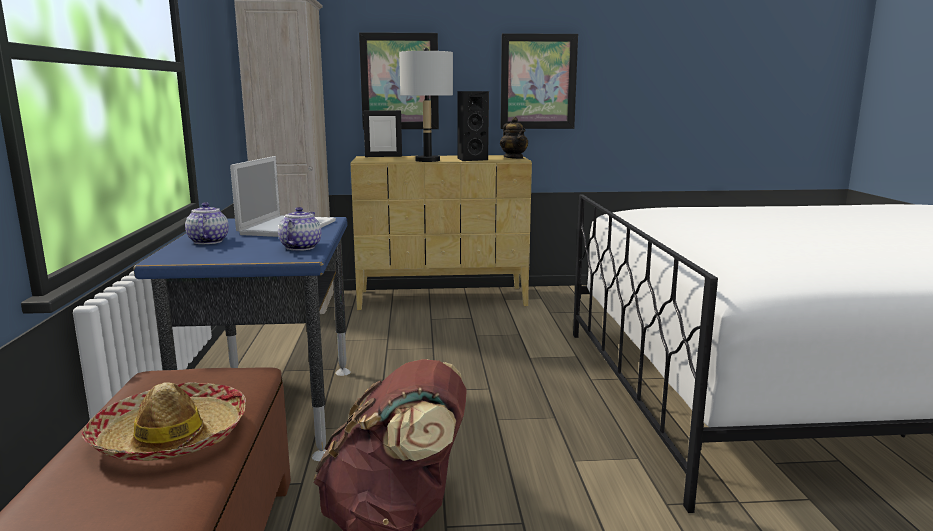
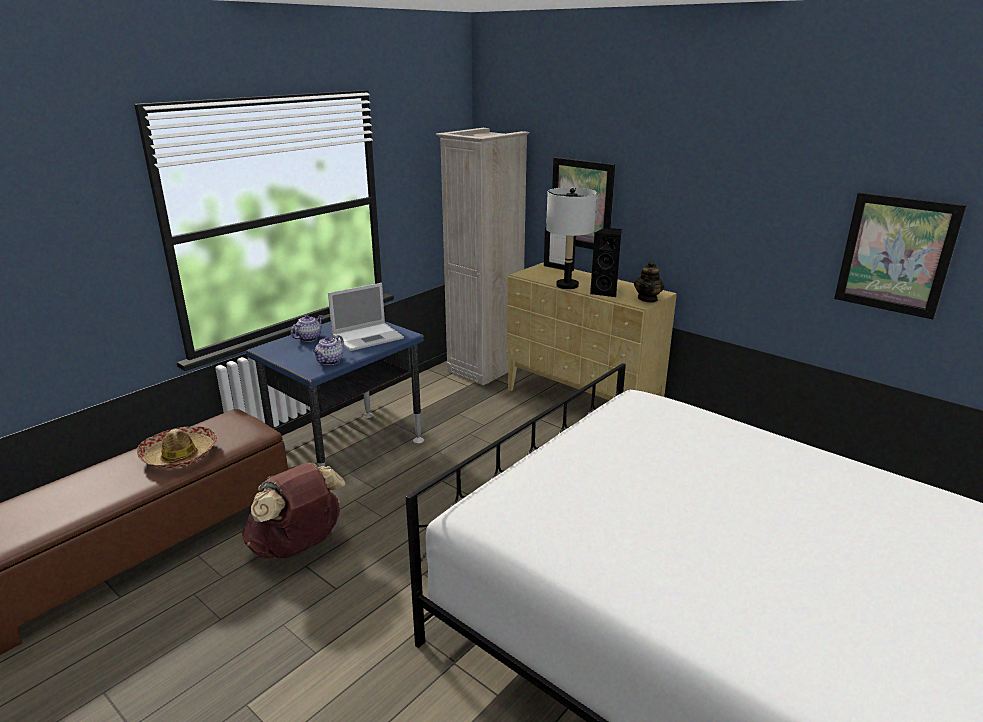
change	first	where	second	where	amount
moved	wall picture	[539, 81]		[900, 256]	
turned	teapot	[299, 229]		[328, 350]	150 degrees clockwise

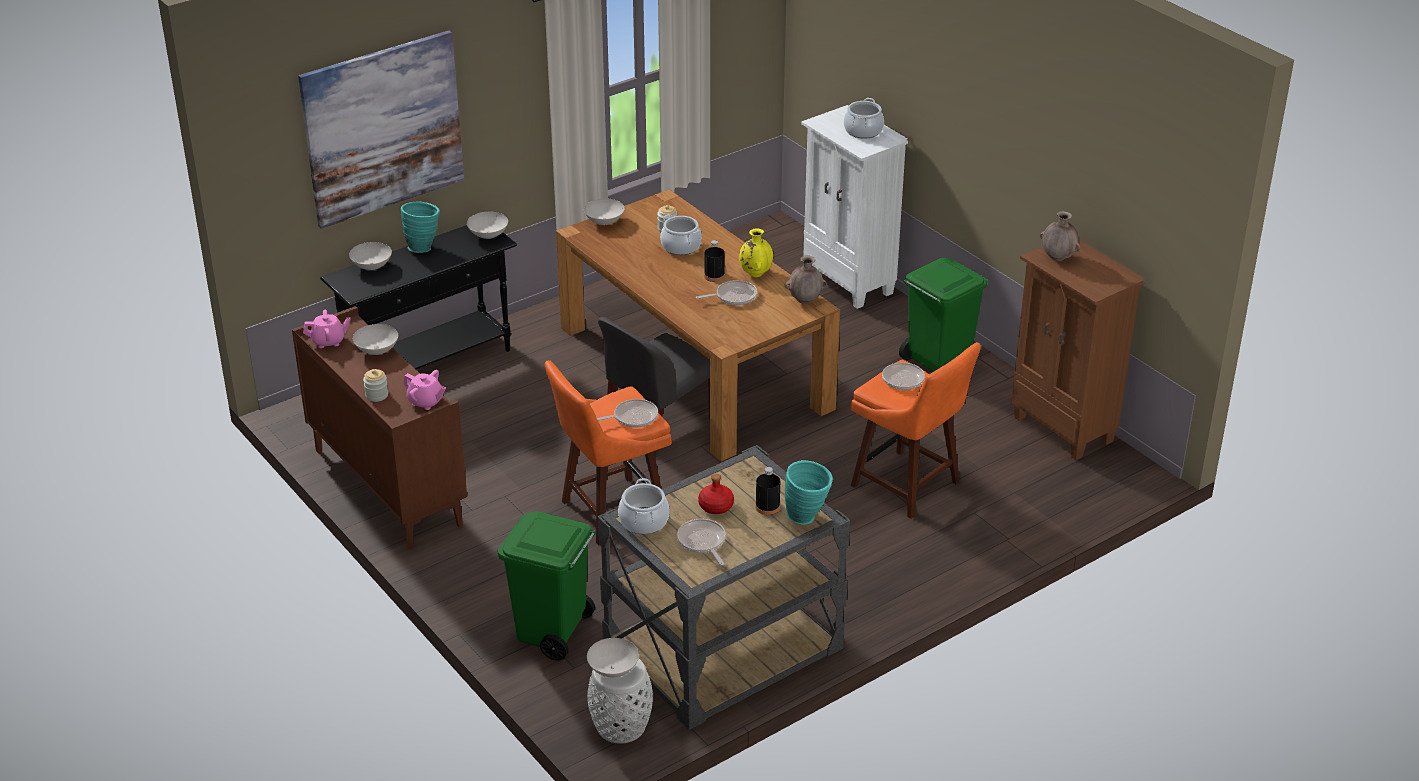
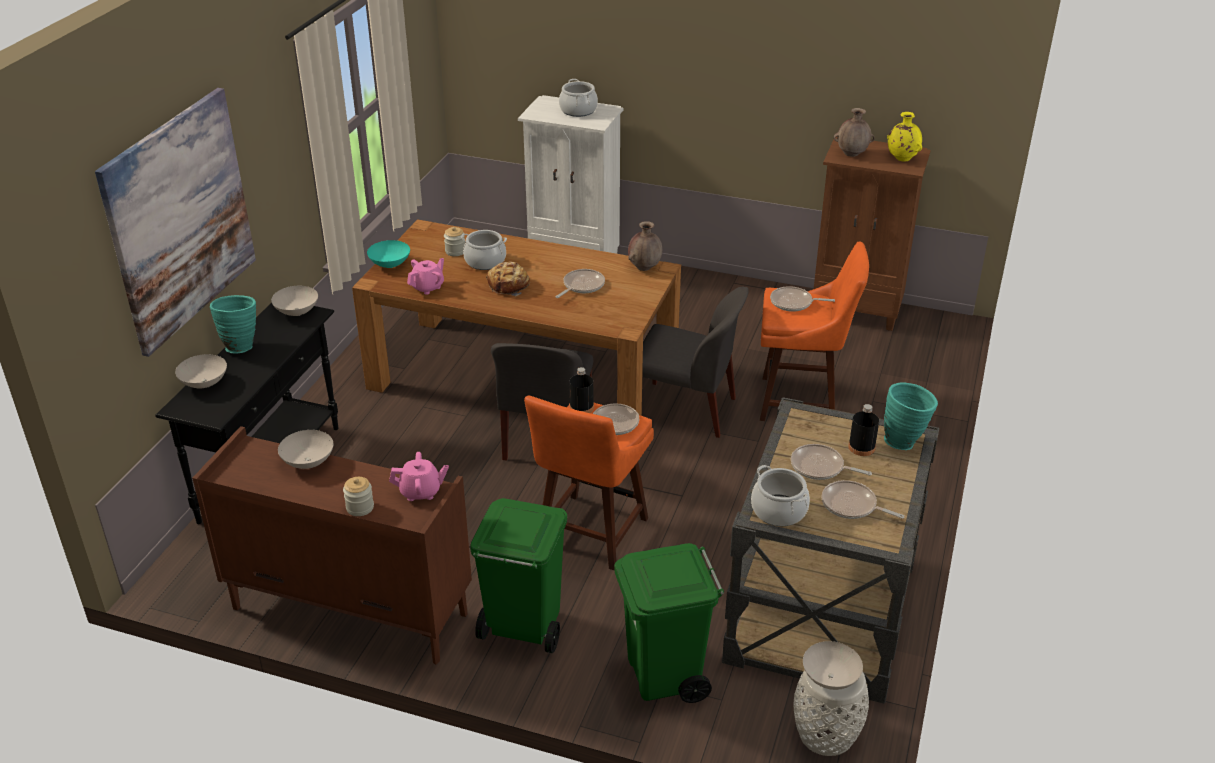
change	first	where	second	where	amount
added			bread	[508, 278]	
added			greyish chair	[695, 362]	
moved	pink teapot	[327, 329]		[425, 276]	
moved	black drink bottle	[714, 261]		[582, 390]	
moved	yellow vase	[756, 252]		[904, 137]	
moved	green trash can	[943, 315]		[518, 575]	
replaced	red-coloured drink bottle	[716, 494]	skillet	[831, 462]	
recoloured	white deep dish	[604, 211]	turquoise deep dish	[388, 254]	

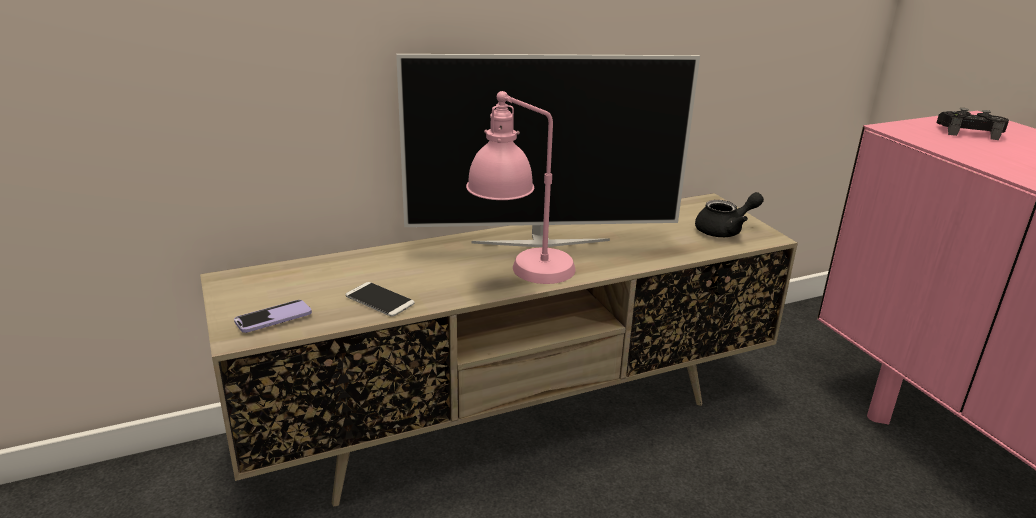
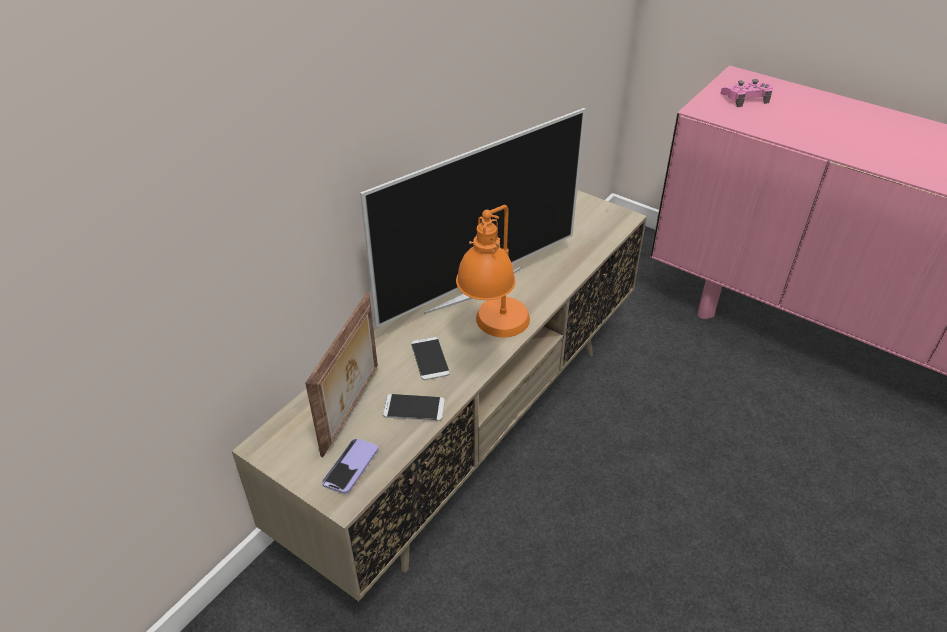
change	first	where	second	where	amount
removed	black teapot	[729, 214]			
added			photo frame	[341, 374]	
added			phone	[430, 358]	
recoloured	pink tabletop lamp	[520, 187]	orange-coloured tabletop lamp	[493, 271]	
recoloured	black gamepad	[972, 124]	pink gamepad	[746, 93]	

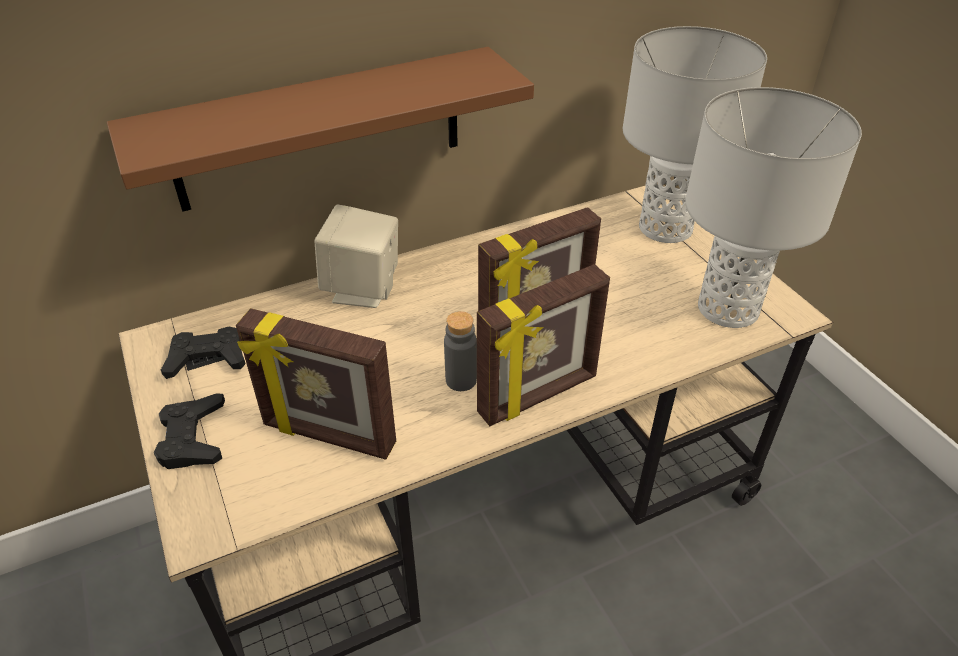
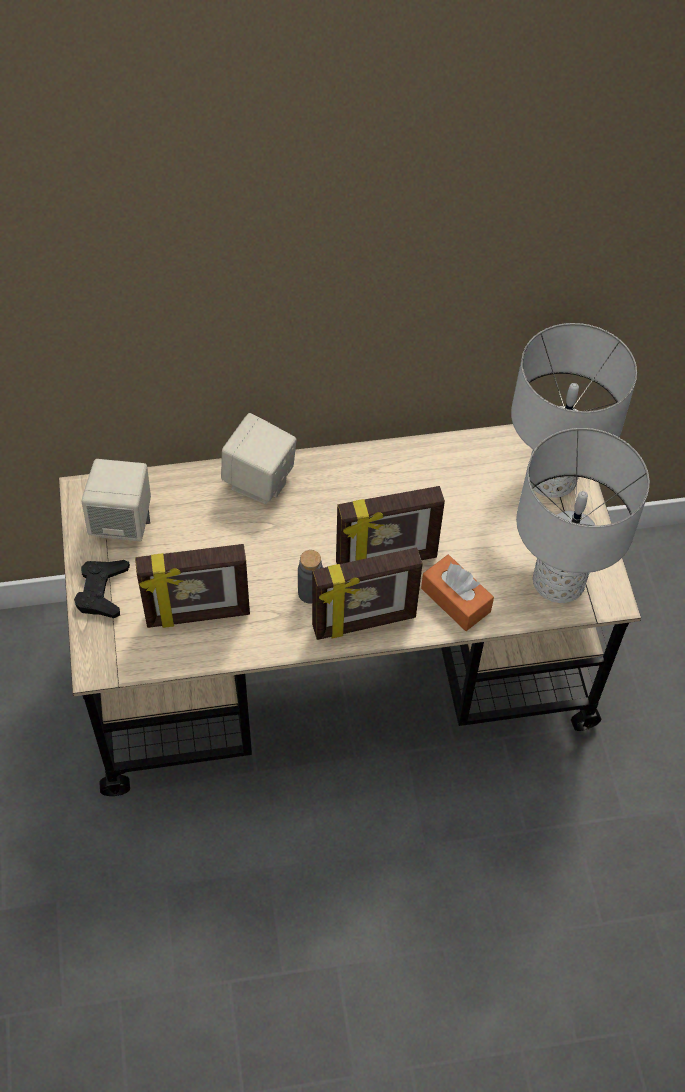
change	first	where	second	where	amount
removed	brown-coloured shelf	[320, 129]			
added			orange-coloured tissue box	[457, 593]	
replaced	black gamepad	[203, 353]	beige audio speaker	[116, 500]	
turned	photo frame	[316, 384]		[192, 586]	45 degrees counterclockwise

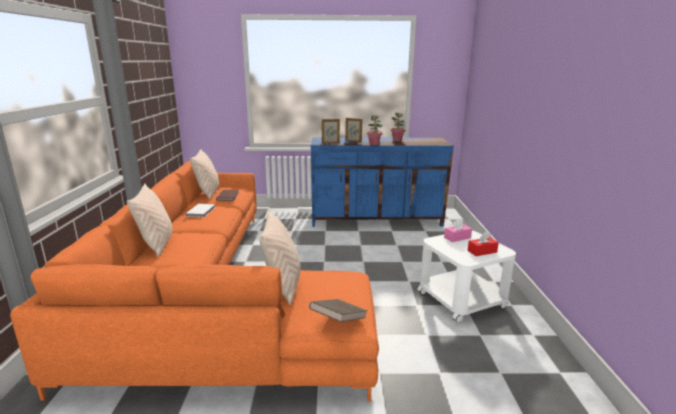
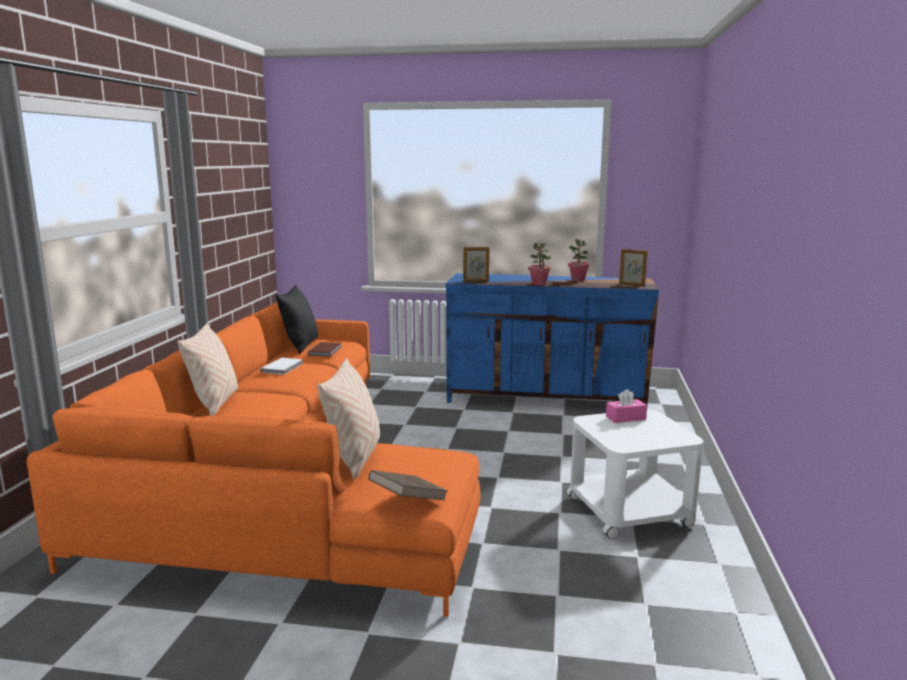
change	first	where	second	where	amount
removed	red-coloured tissue box	[483, 244]			
moved	photo frame	[354, 130]		[633, 268]	
recoloured	beige cushion	[204, 174]	black cushion	[297, 319]	

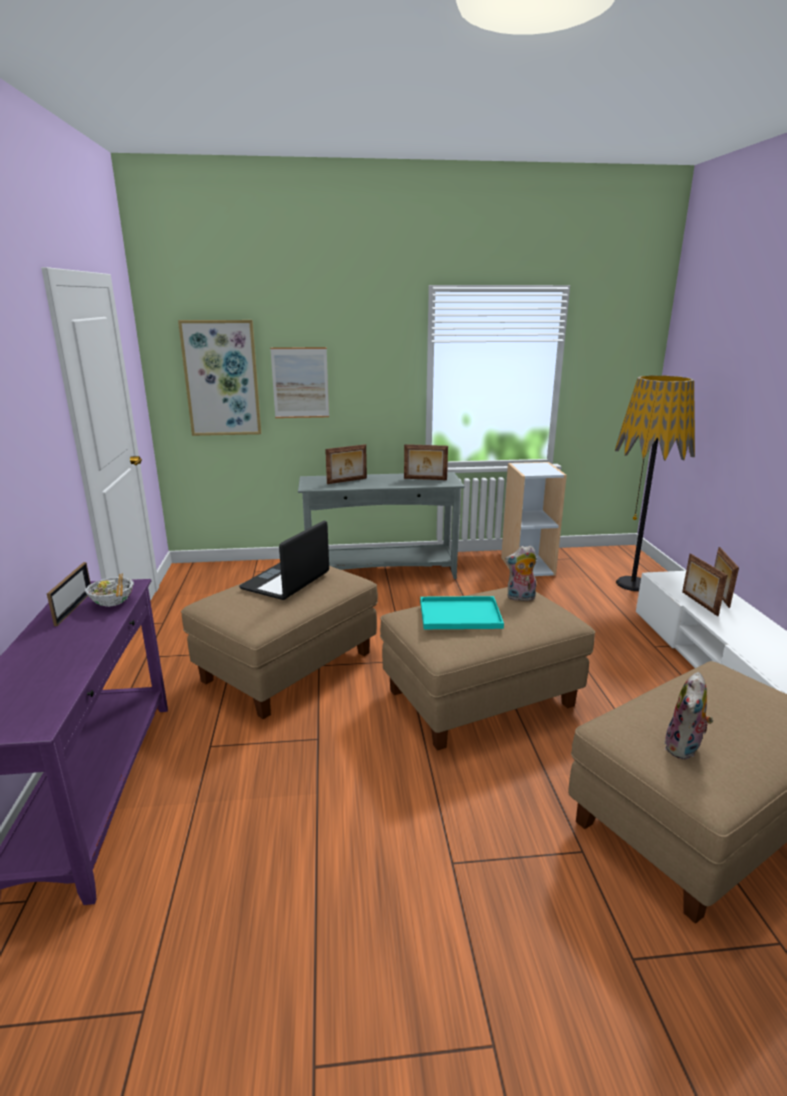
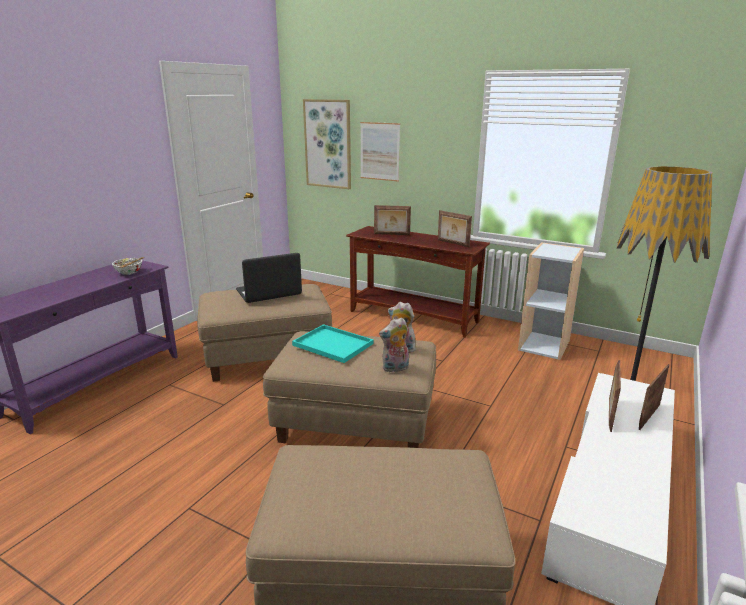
change	first	where	second	where	amount
removed	photo frame	[69, 594]			
moved	plush toy	[689, 716]		[394, 344]	
recoloured	greyish narrow table	[381, 525]	brown-coloured narrow table	[418, 282]	

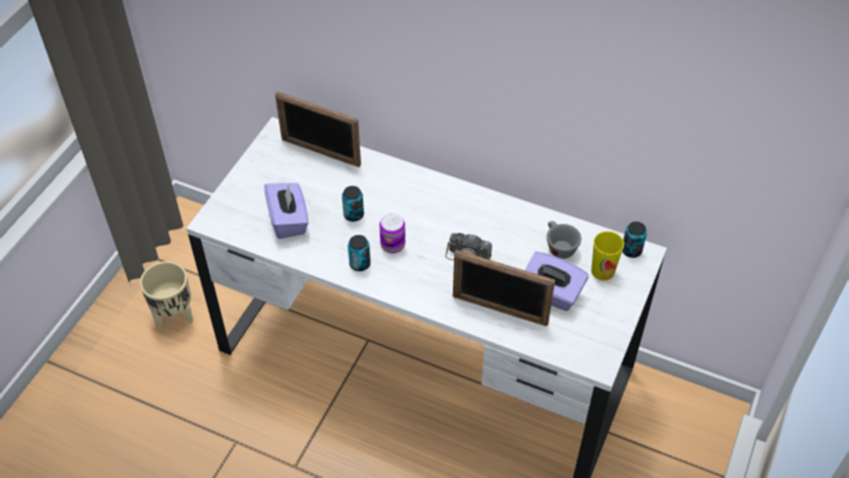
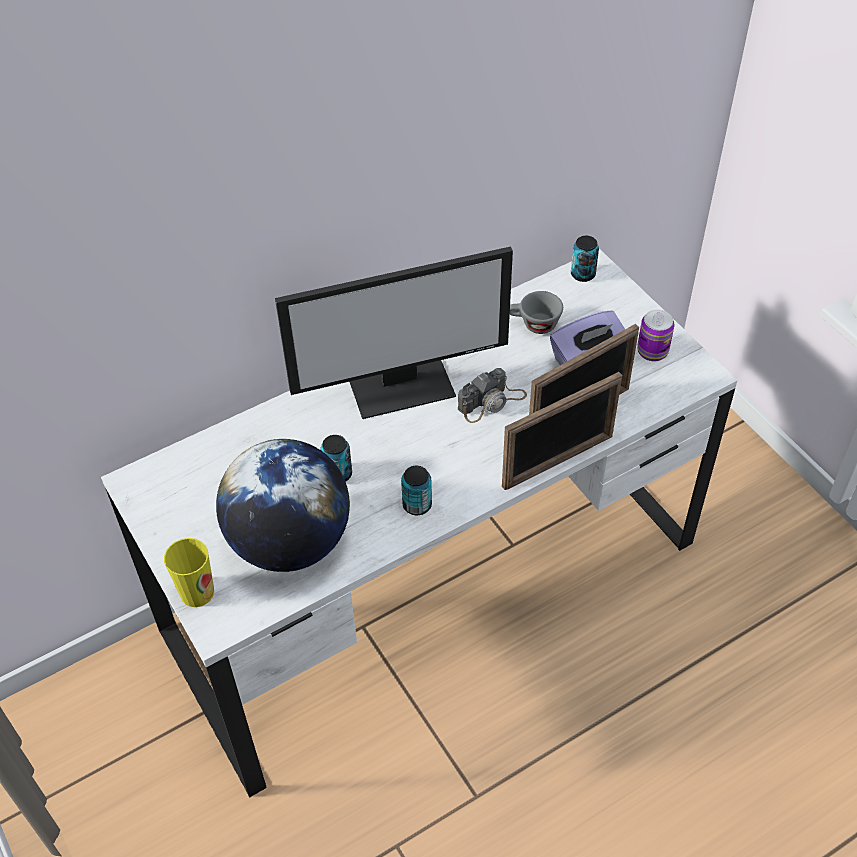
change	first	where	second	where	amount
removed	beige flower pot	[166, 294]			
added			computer screen	[394, 332]	
moved	photo frame	[318, 129]		[562, 431]	
moved	can	[392, 233]		[655, 335]	
moved	cup	[607, 256]		[189, 572]	
replaced	purple-coloured tissue box	[286, 211]	world globe	[283, 505]	

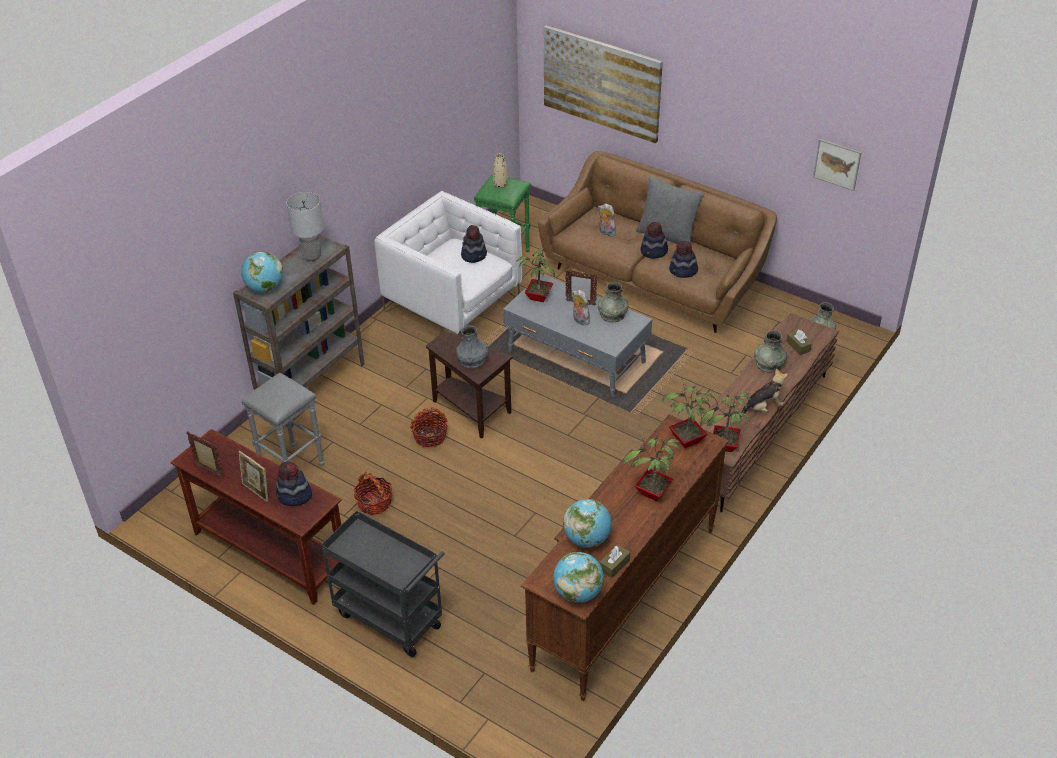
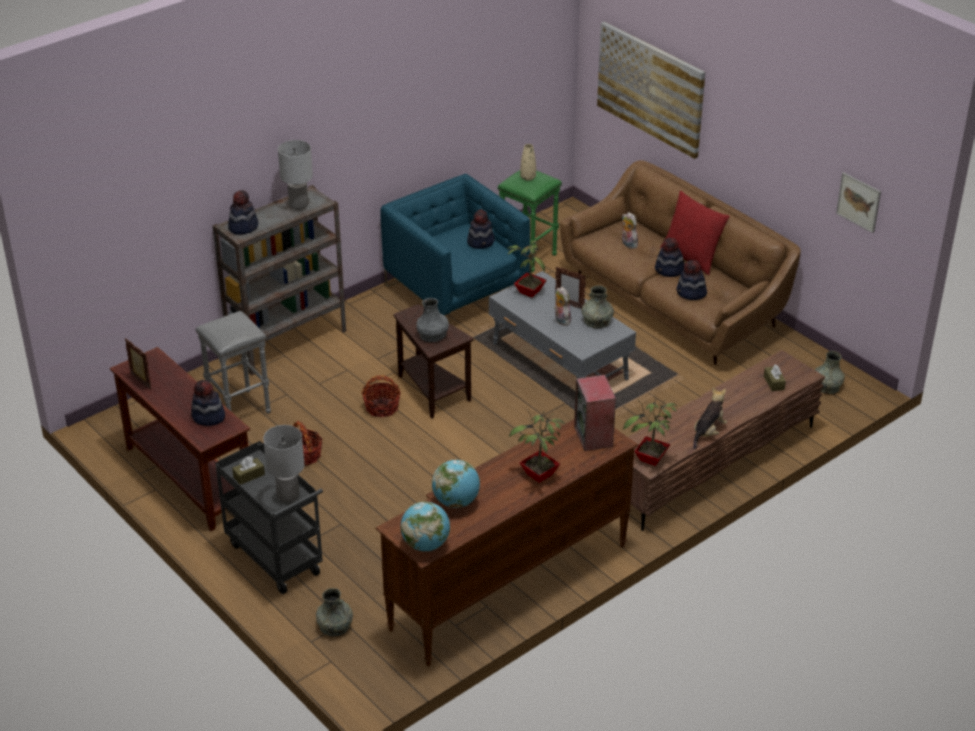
change	first	where	second	where	amount
removed	photo frame	[253, 476]			
added			greyish tabletop lamp	[283, 463]	
moved	brown-coloured tissue box	[614, 561]		[248, 470]	
moved	greyish vase	[770, 351]		[334, 612]	
replaced	world globe	[262, 272]	clothing hat	[243, 212]	
replaced	houseplant	[688, 413]	audio speaker	[595, 413]	
recoloured	white armchair	[448, 263]	blue armchair	[455, 245]	
recoloured	greyish cushion	[670, 210]	red-coloured cushion	[695, 233]	
turned	plush toy	[764, 393]		[710, 418]	45 degrees counterclockwise

